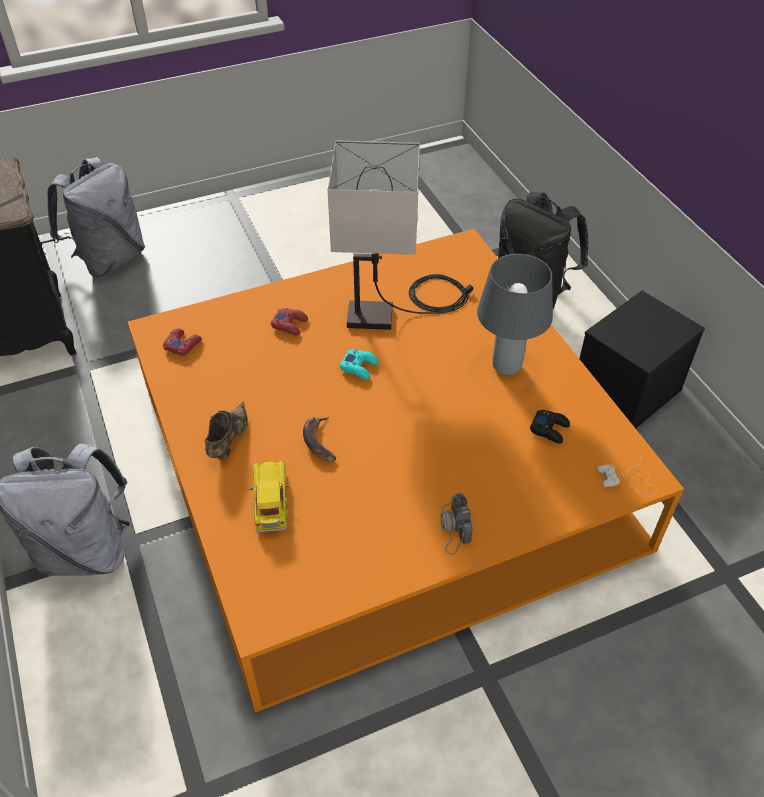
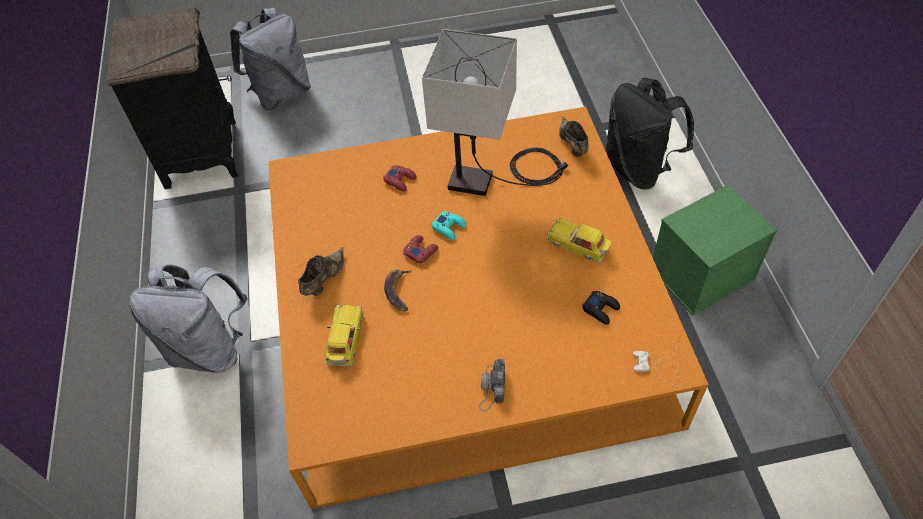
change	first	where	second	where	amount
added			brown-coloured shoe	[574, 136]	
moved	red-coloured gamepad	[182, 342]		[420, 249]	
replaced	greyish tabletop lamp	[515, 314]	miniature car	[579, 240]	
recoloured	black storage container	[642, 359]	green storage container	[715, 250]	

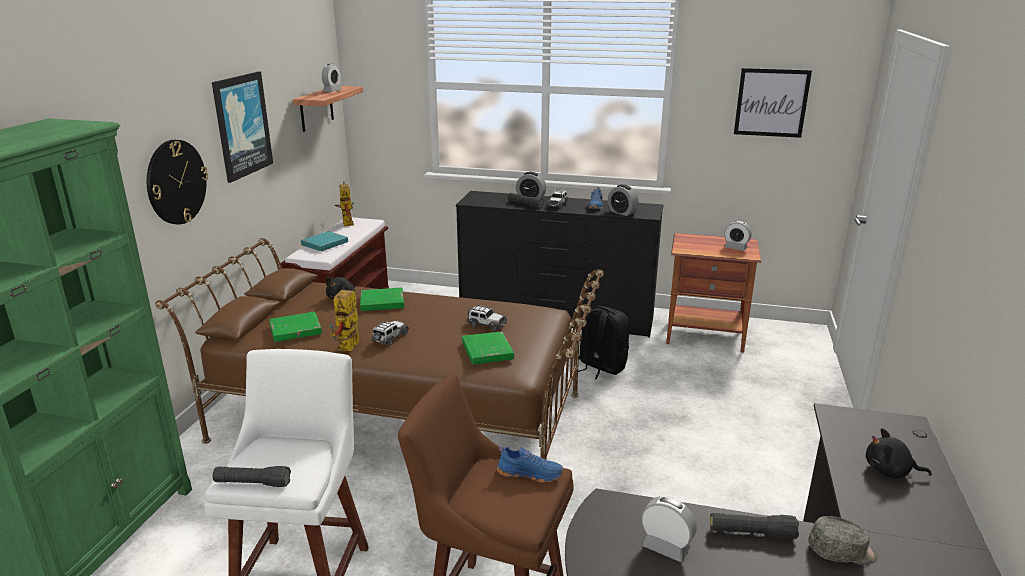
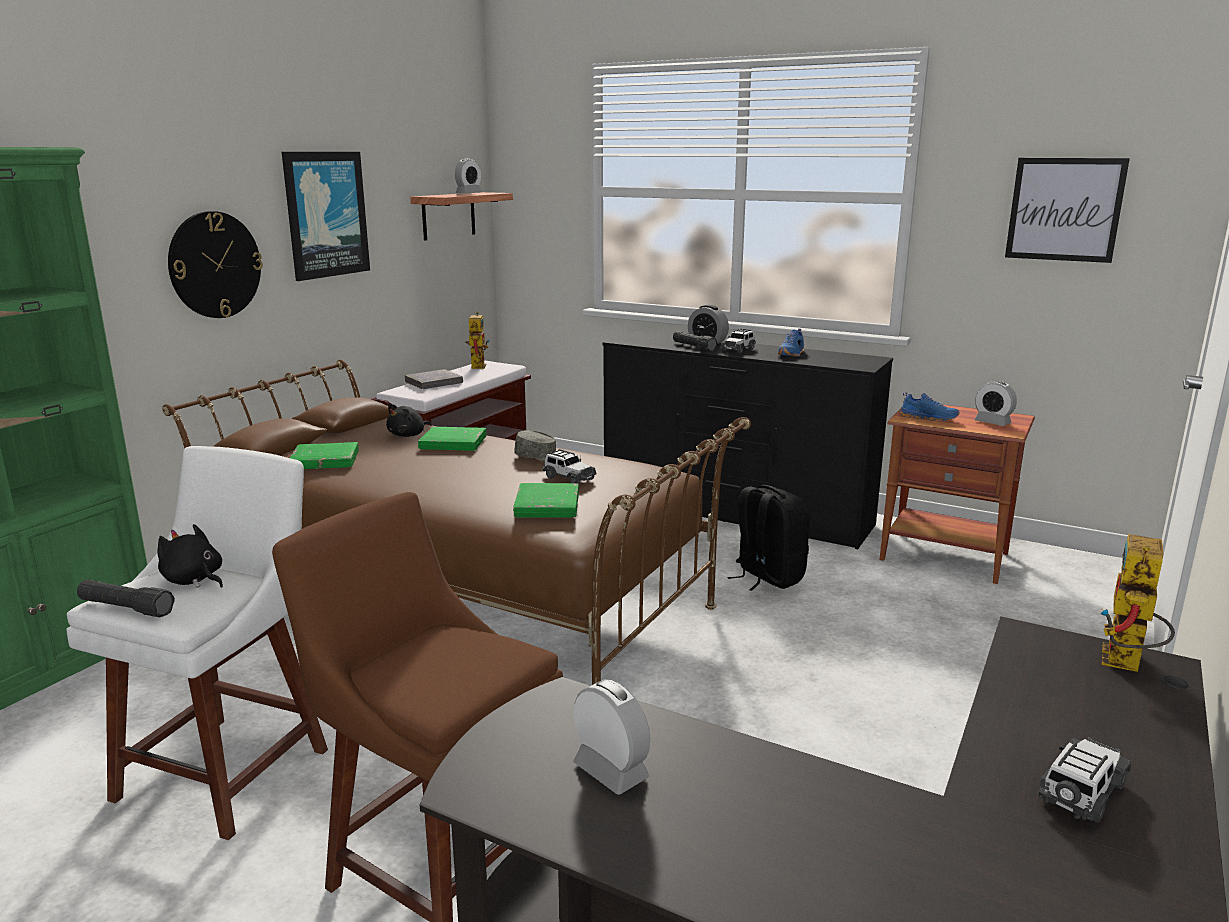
change	first	where	second	where	amount
removed	bedside clock	[623, 200]			
removed	black torch	[754, 526]			
moved	model robot	[344, 320]		[1138, 603]	
moved	miniature car	[390, 332]		[1084, 779]	
moved	blue shoe	[530, 464]		[929, 407]	
moved	greyish peaked cap	[843, 540]		[535, 446]	
moved	black plush toy	[899, 453]		[190, 556]	
recoloured	turquoise volume	[324, 241]	greyish volume	[434, 379]	

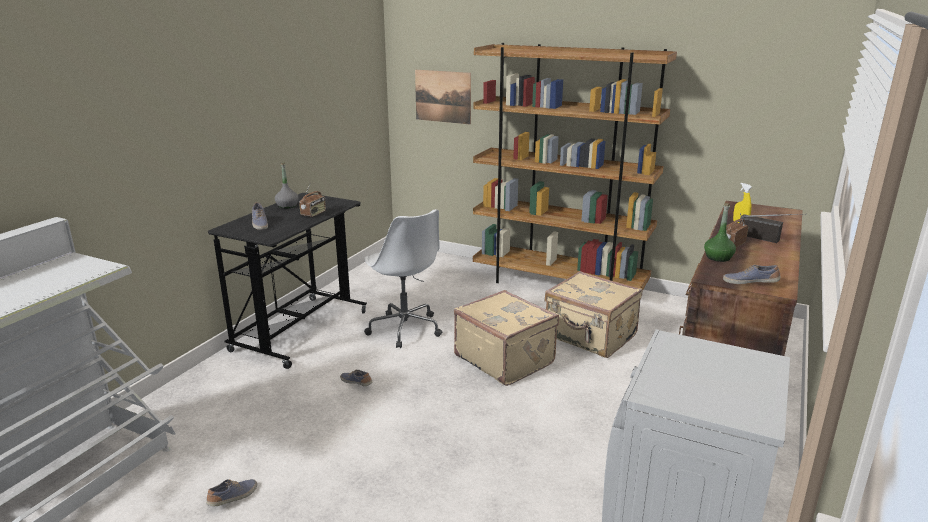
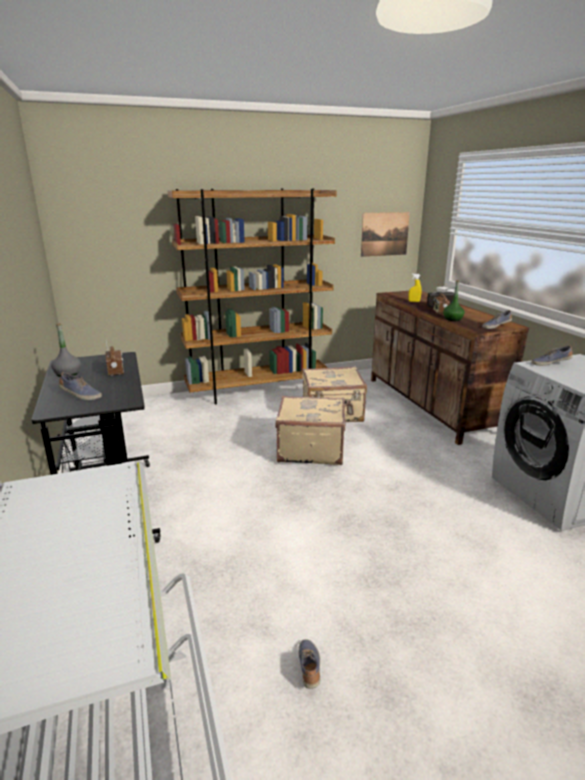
change	first	where	second	where	amount
removed	white office chair	[403, 278]			
moved	shoe	[356, 378]		[552, 355]	
moved	wall picture	[443, 97]		[385, 234]	

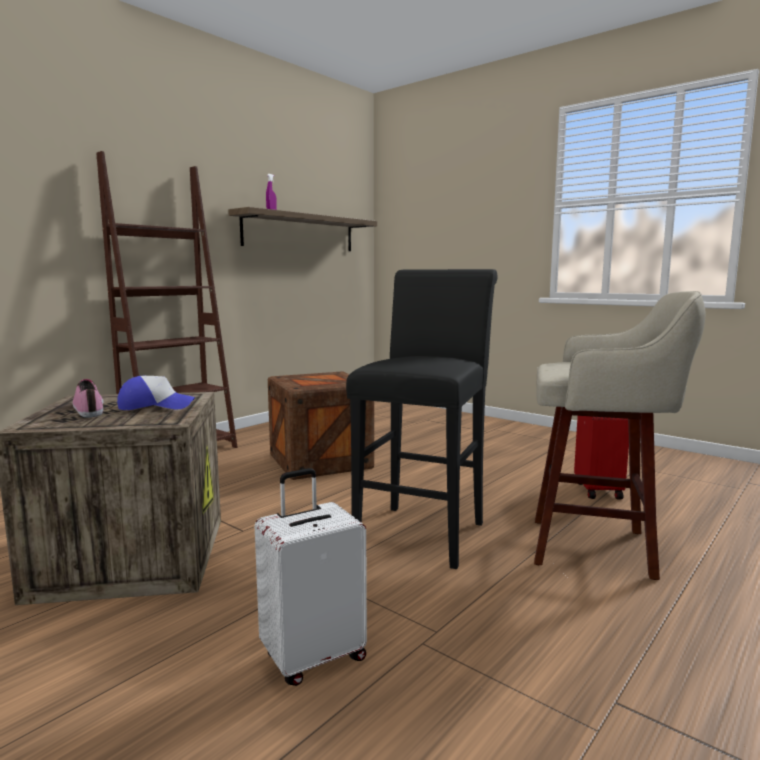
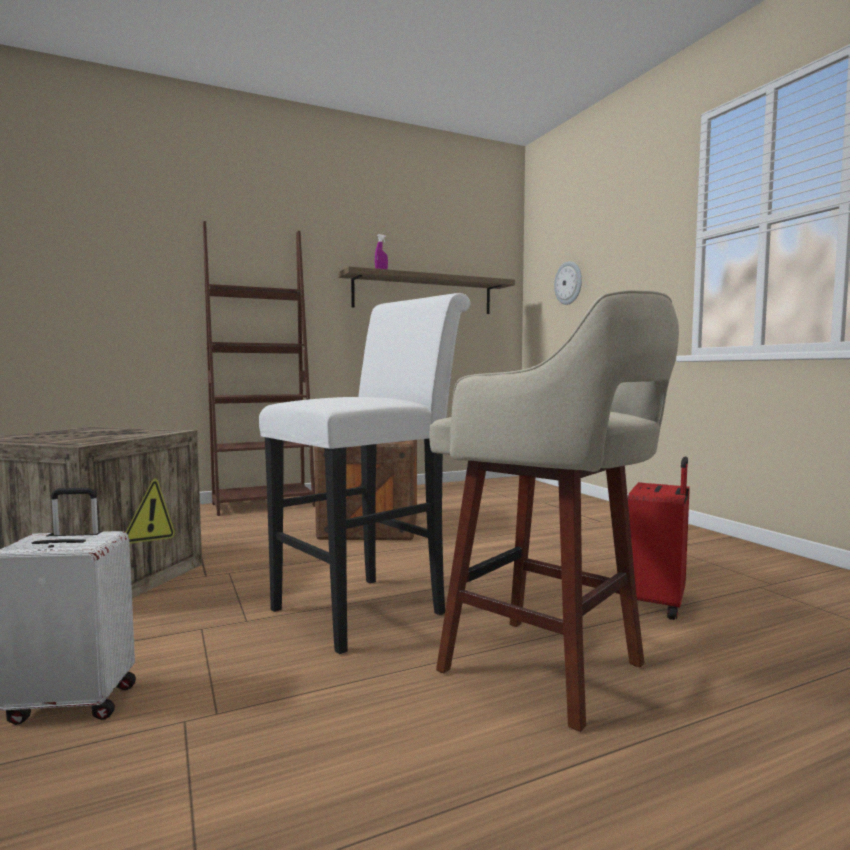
change	first	where	second	where	amount
removed	shoe	[88, 398]			
removed	peaked cap	[156, 393]			
added			hanging clock	[568, 283]	
recoloured	black stool	[422, 419]	white stool	[364, 473]	

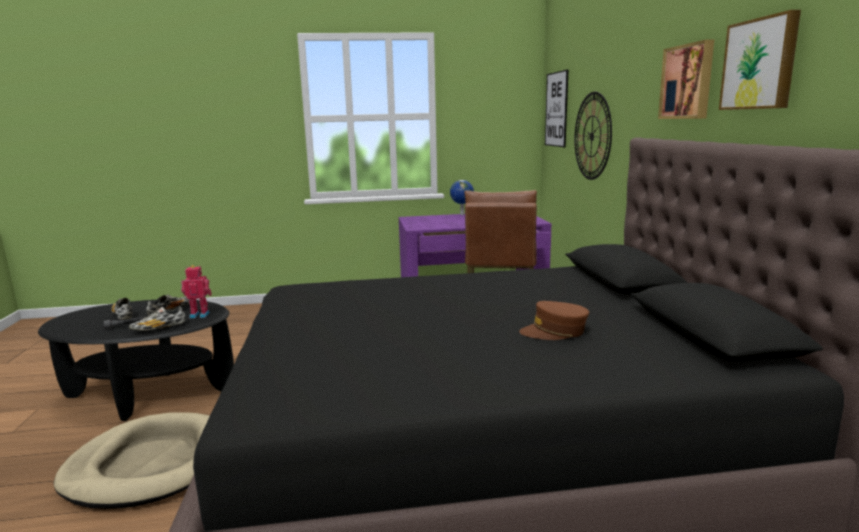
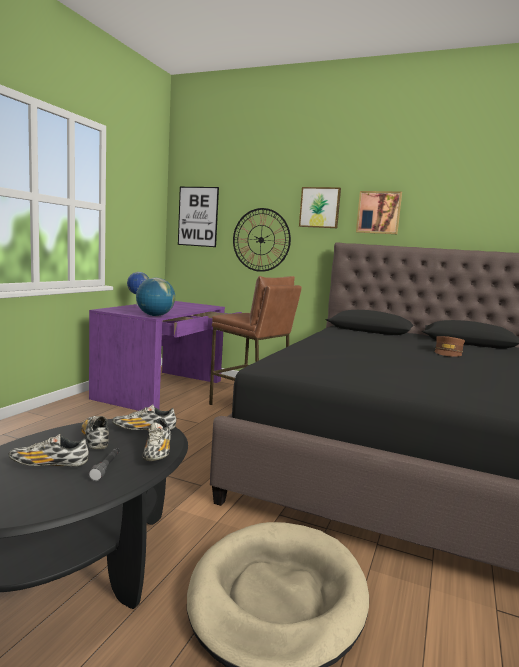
change	first	where	second	where	amount
added			world globe	[155, 297]	
moved	wall picture	[760, 60]		[320, 207]	
replaced	model robot	[196, 291]	shoe	[144, 417]	

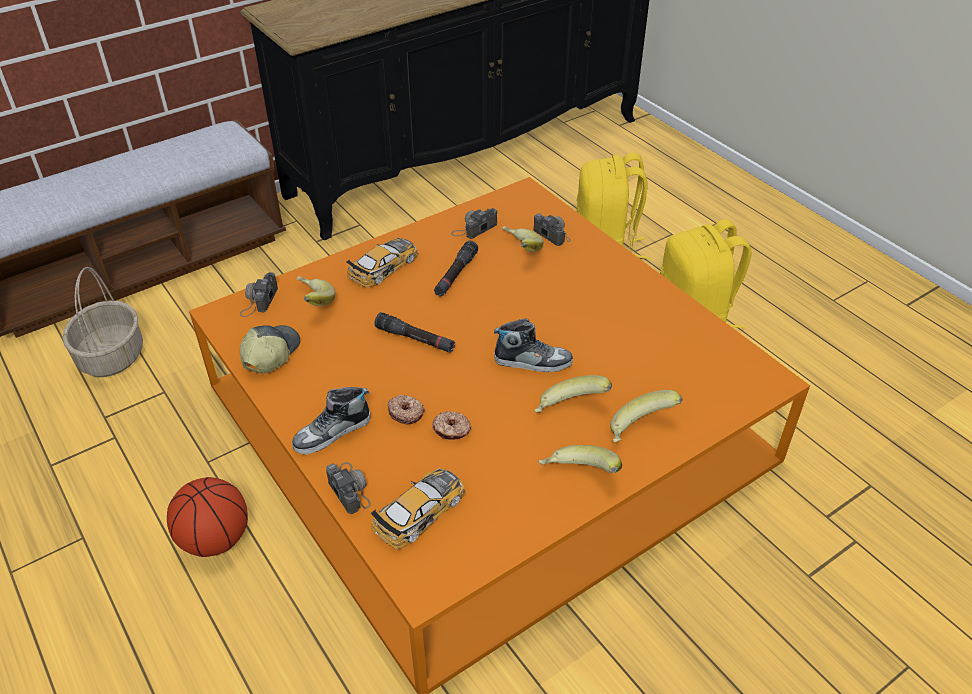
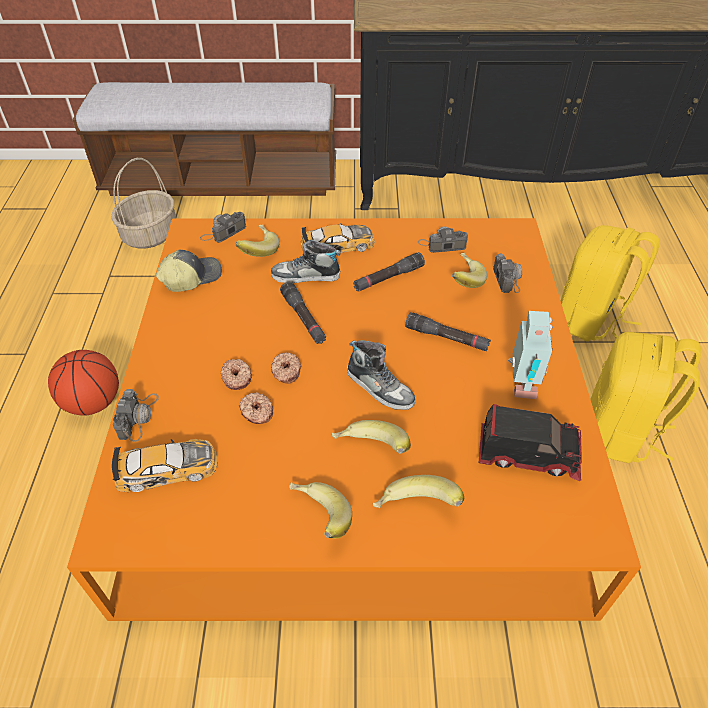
change	first	where	second	where	amount
added			donut	[286, 368]	
added			black torch	[448, 331]	
added			toy truck	[530, 442]	
added			model robot	[530, 355]	
moved	shoe	[331, 420]		[305, 261]	

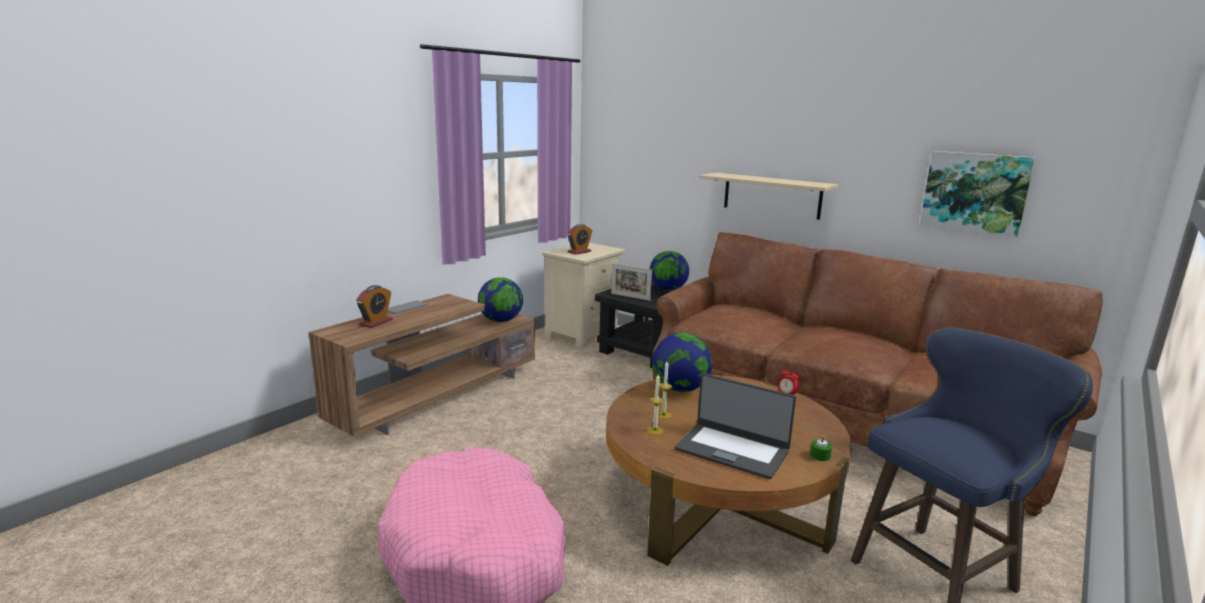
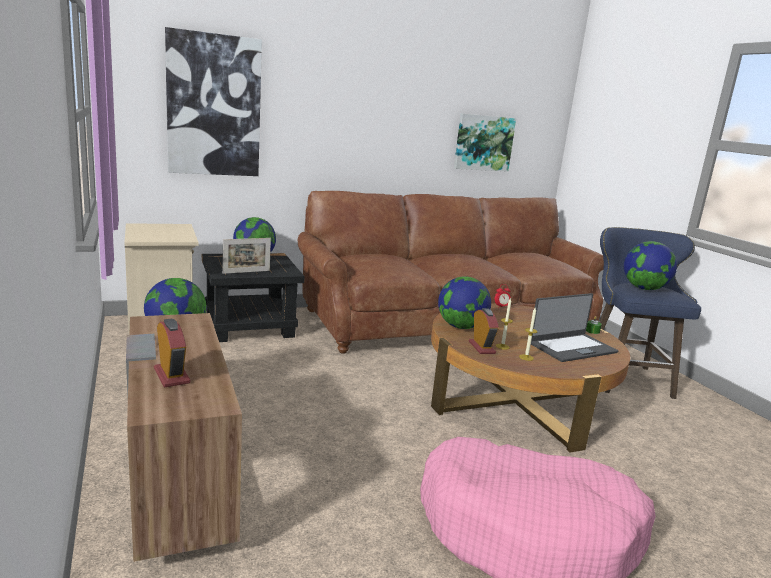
change	first	where	second	where	amount
removed	beige shelf	[768, 196]			
added			wall picture	[213, 101]	
added			world globe	[650, 265]	
moved	bedside clock	[579, 239]		[484, 331]	

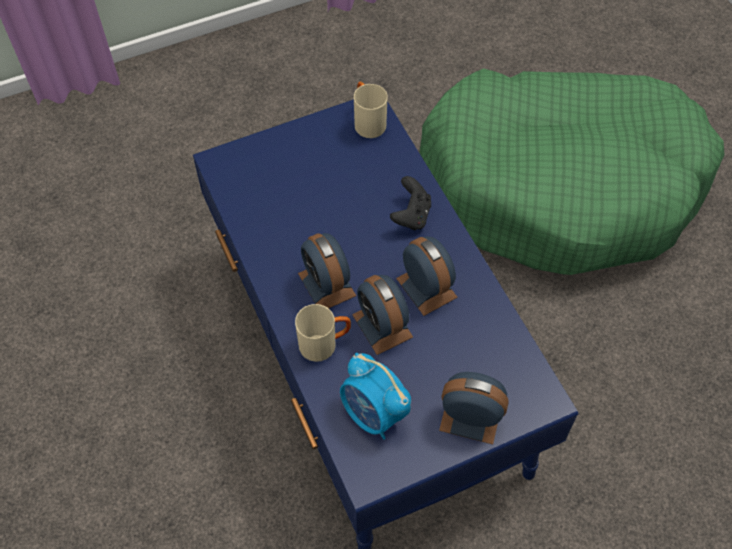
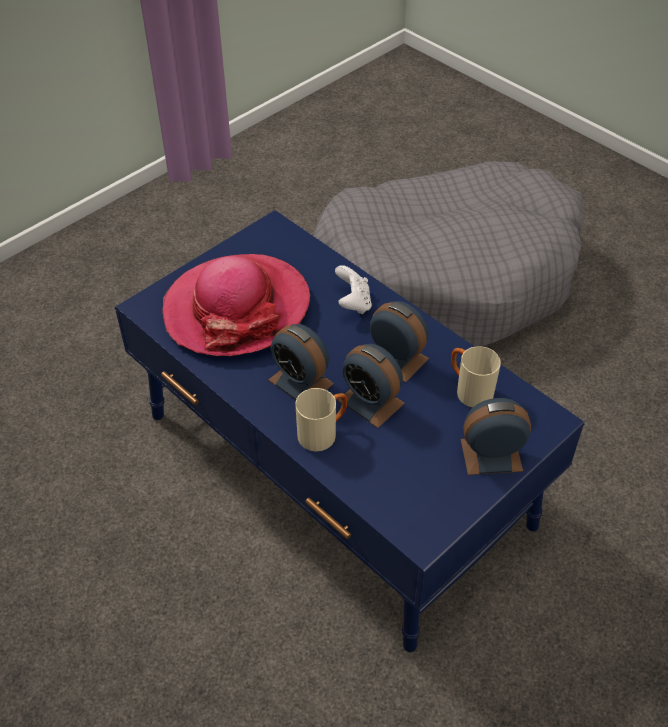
change	first	where	second	where	amount
removed	bedside clock	[375, 396]			
added			clothing hat	[236, 305]	
moved	beige mug	[371, 110]		[476, 376]	
recoloured	black gamepad	[410, 203]	white gamepad	[353, 289]	
recoloured	green dog cushion	[571, 172]	greyish dog cushion	[449, 254]	

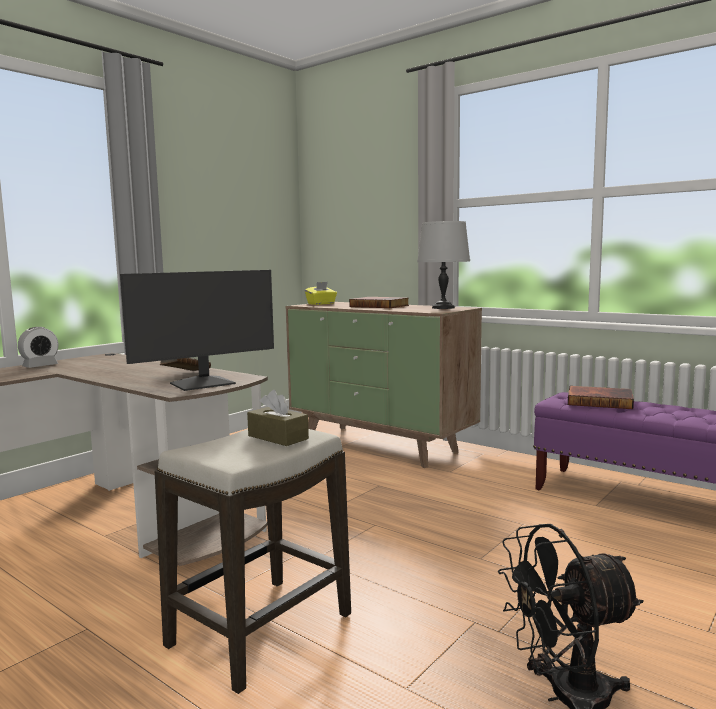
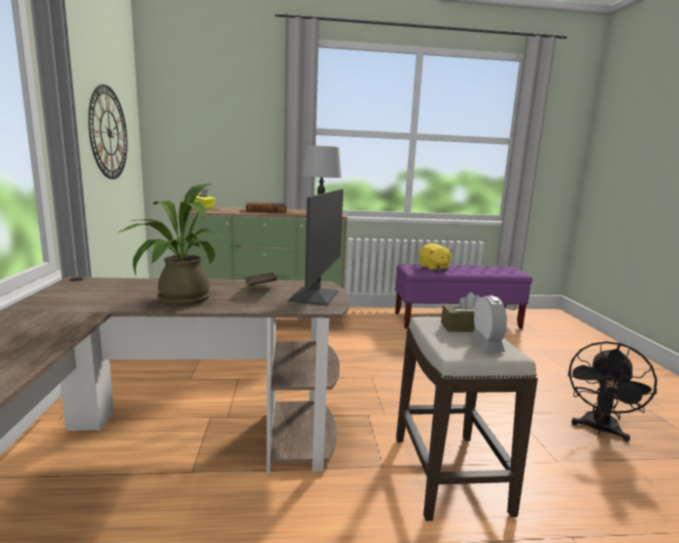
change	first	where	second	where	amount
added			hanging clock	[107, 131]	
added			houseplant	[172, 245]	
moved	bedside clock	[38, 347]		[488, 323]	
replaced	volume	[601, 397]	yellow plush toy	[436, 257]	

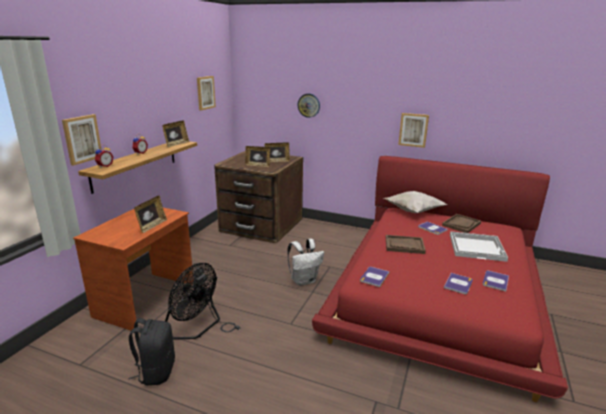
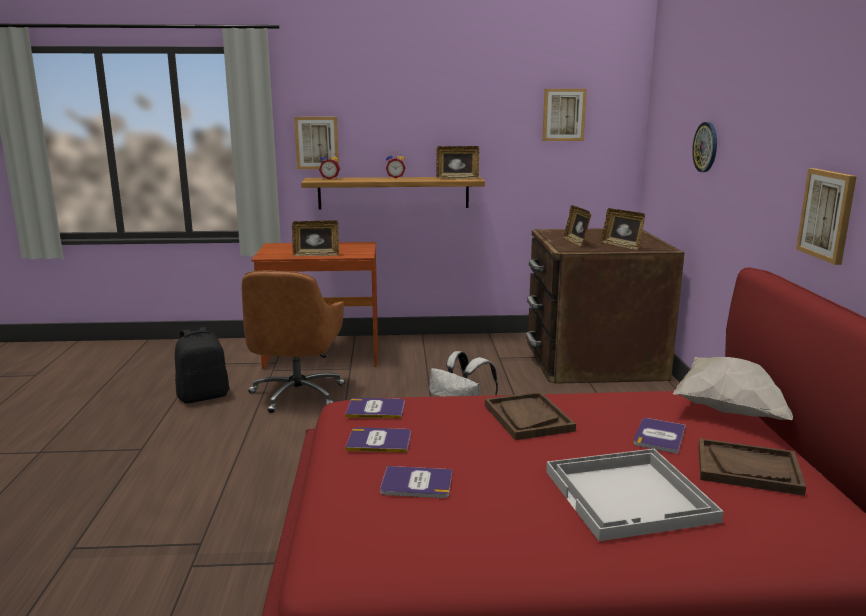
change	first	where	second	where	amount
moved	volume	[495, 281]		[378, 440]	
replaced	black cooling fan	[202, 301]	brown-coloured office chair	[293, 341]	

